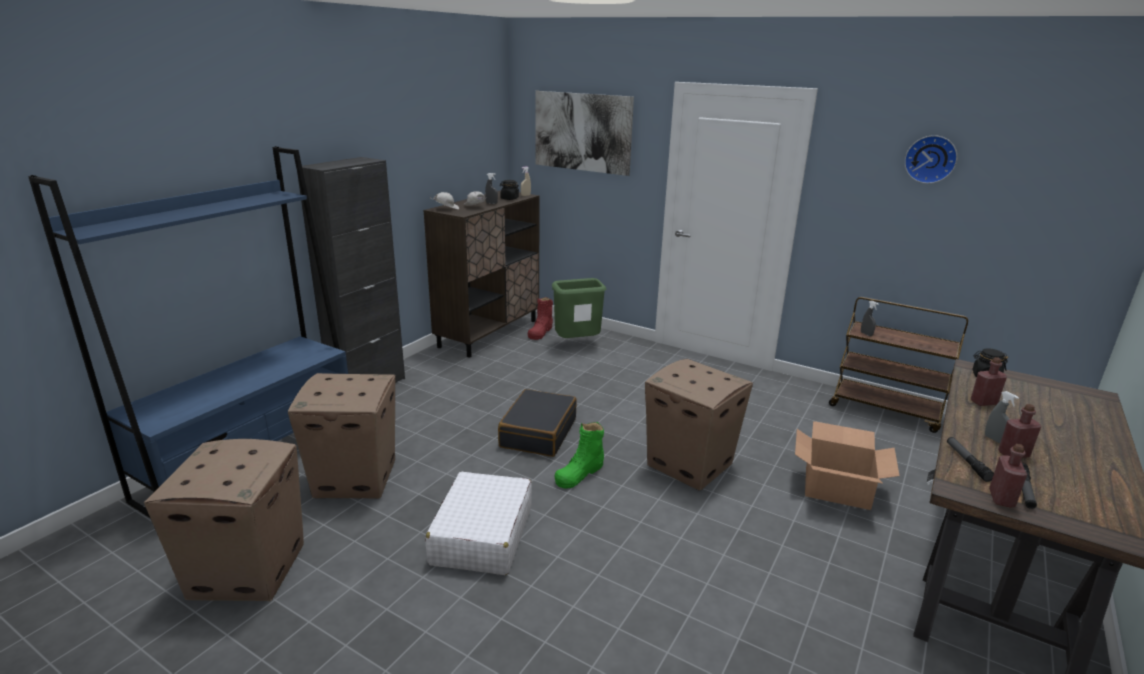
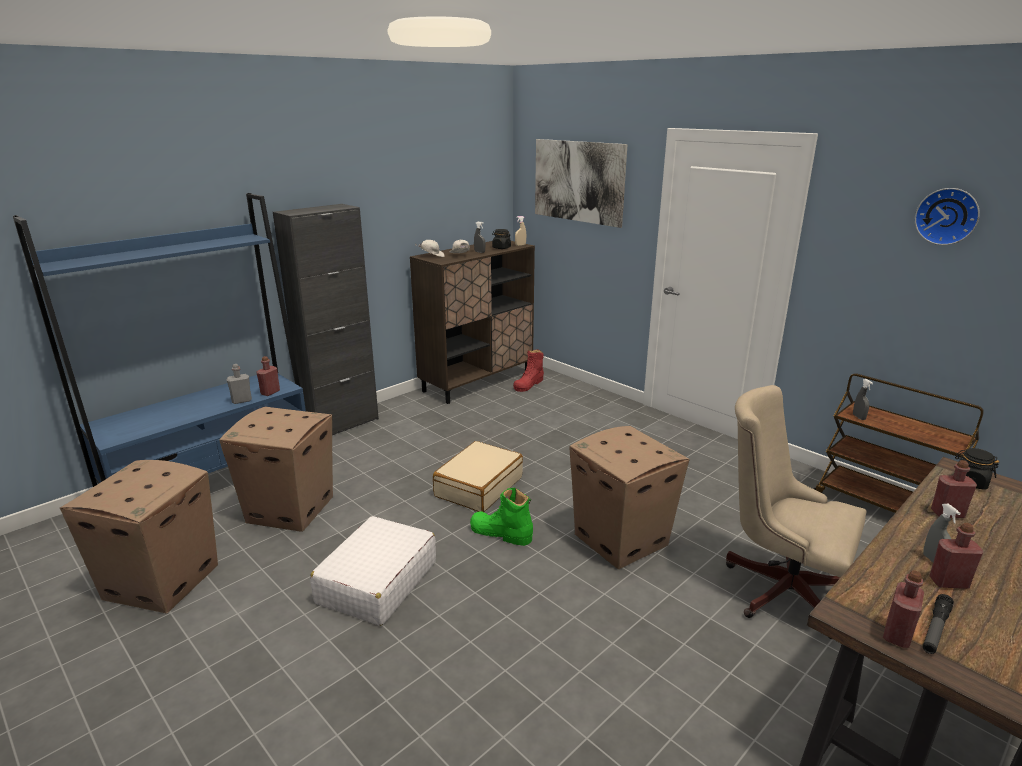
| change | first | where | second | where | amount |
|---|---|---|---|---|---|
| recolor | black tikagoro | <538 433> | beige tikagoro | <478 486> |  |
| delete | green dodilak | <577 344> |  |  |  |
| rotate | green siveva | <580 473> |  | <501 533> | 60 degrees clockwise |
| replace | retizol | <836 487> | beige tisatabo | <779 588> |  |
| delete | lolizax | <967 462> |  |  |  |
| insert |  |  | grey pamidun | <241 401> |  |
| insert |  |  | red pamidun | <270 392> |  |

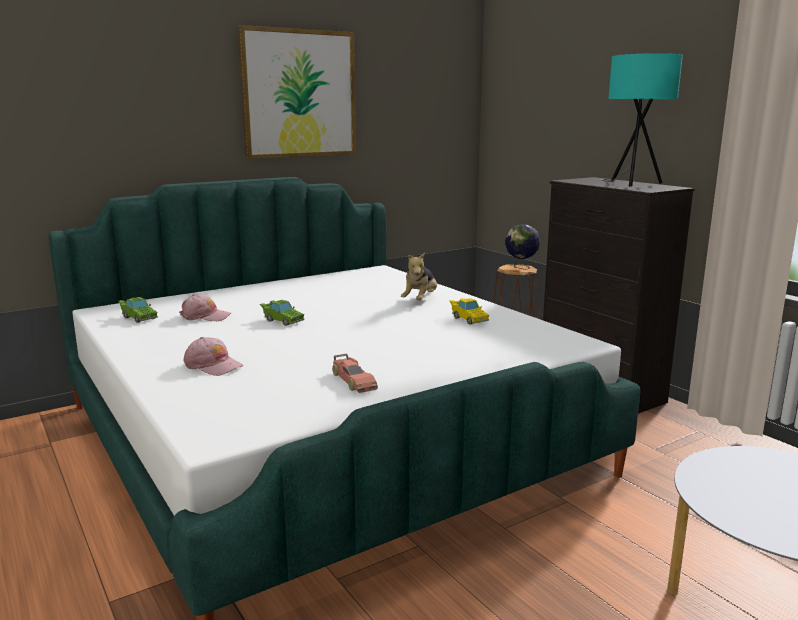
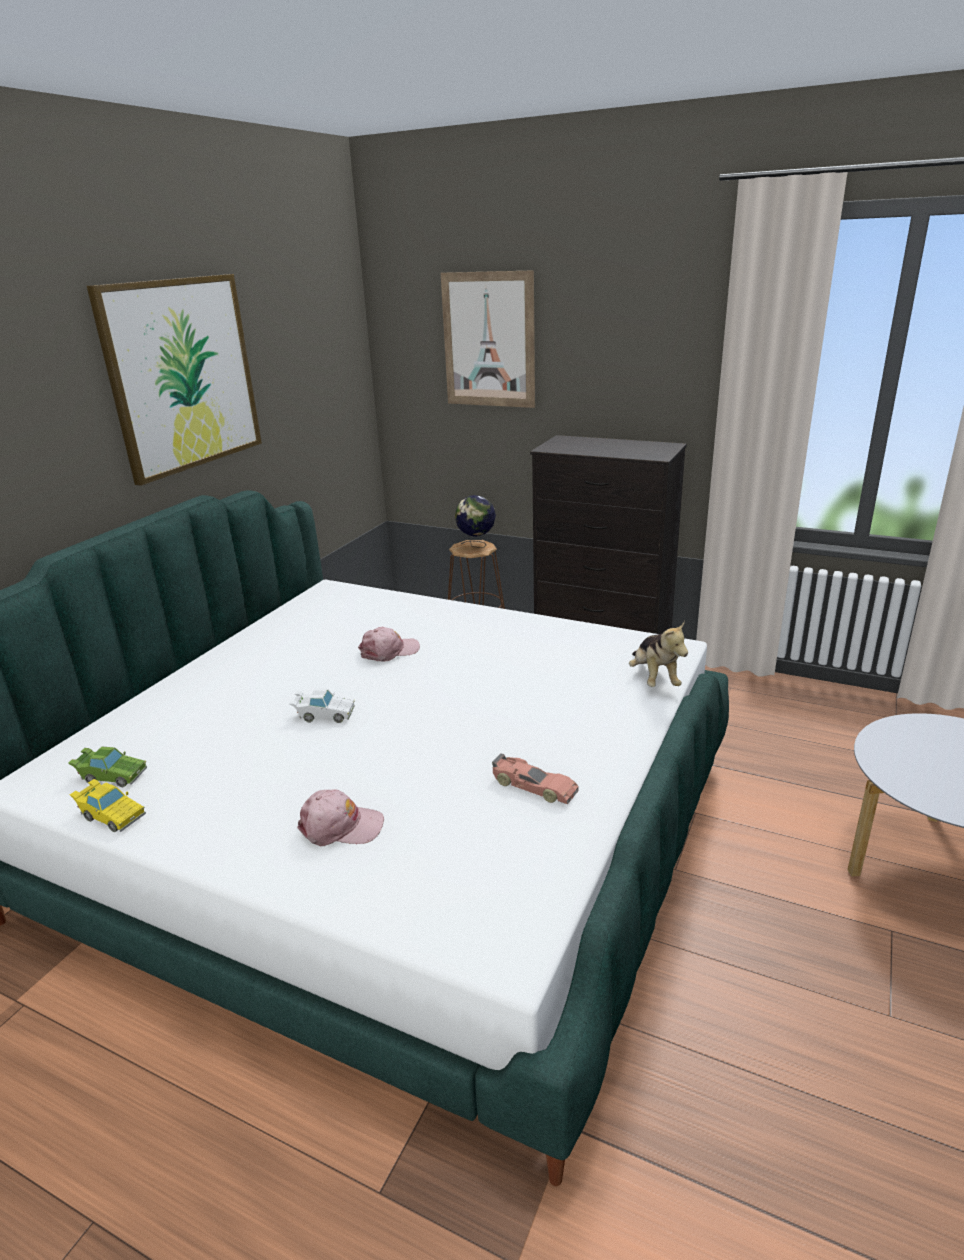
| change | first | where | second | where | amount |
|---|---|---|---|---|---|
| move | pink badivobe | <205 316> |  | <389 651> |  |
| recolor | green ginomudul | <282 320> | white ginomudul | <324 715> |  |
| move | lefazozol | <420 300> |  | <654 678> |  |
| move | yellow ginomudul | <468 319> |  | <111 816> |  |
| delete | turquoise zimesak | <632 184> |  |  |  |
| insert |  |  | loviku | <489 340> |  |

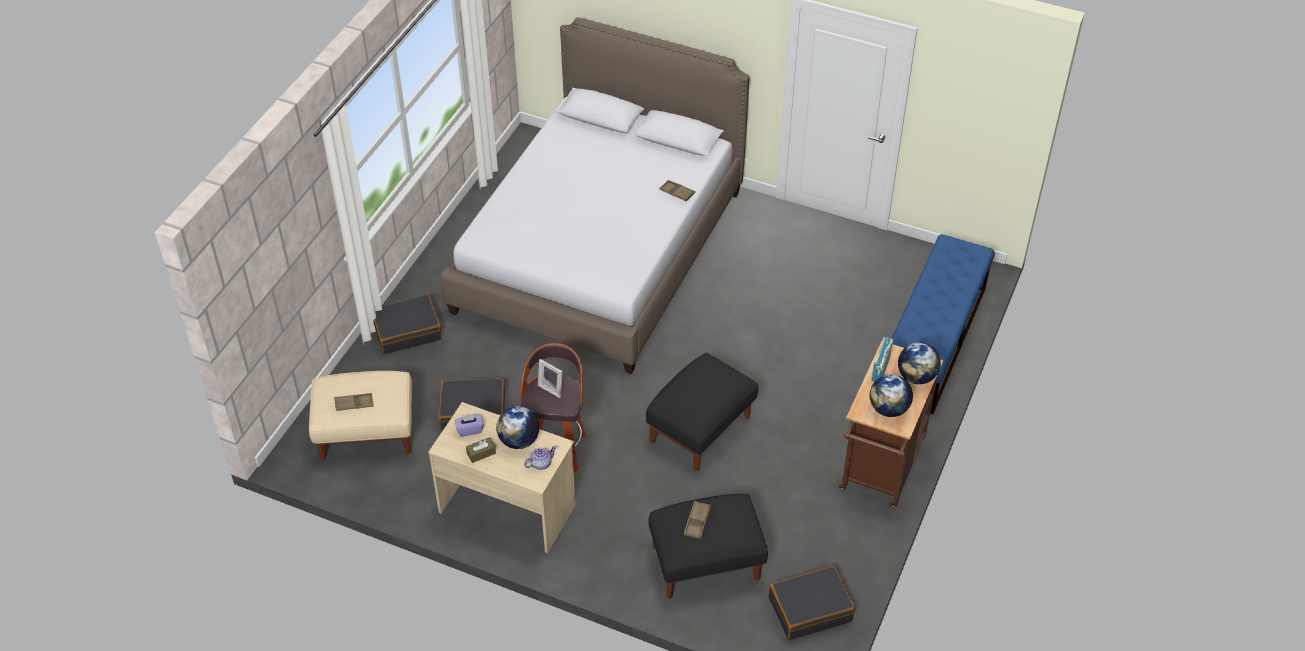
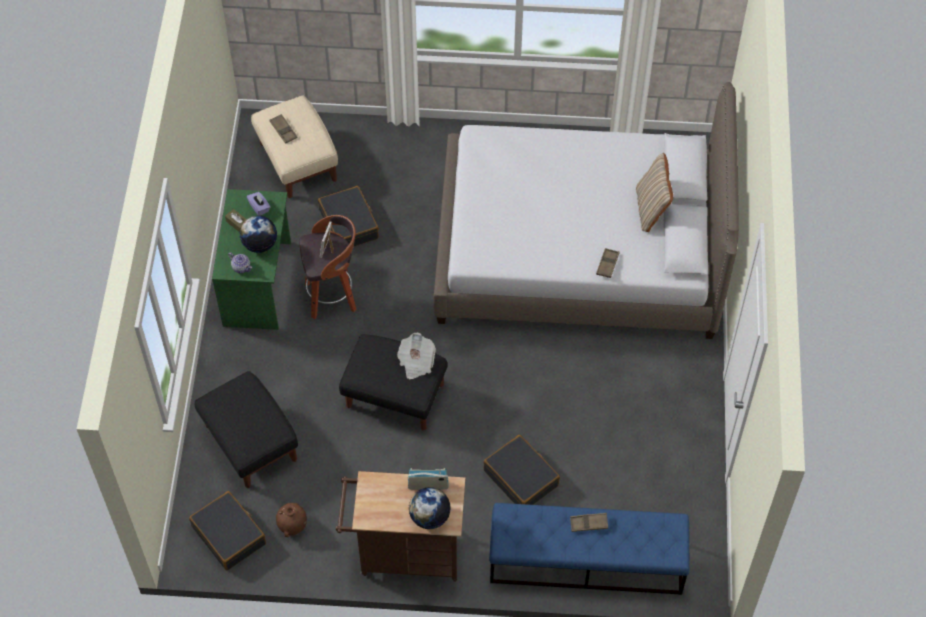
| change | first | where | second | where | amount |
|---|---|---|---|---|---|
| move | black tikagoro | <407 331> |  | <521 478> |  |
| recolor | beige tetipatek | <507 507> | green tetipatek | <258 283> |  |
| move | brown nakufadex | <697 522> |  | <588 523> |  |
| delete | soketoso | <888 409> |  |  |  |
| insert |  |  | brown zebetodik | <292 526> |  |
| insert |  |  | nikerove | <416 362> |  |
| insert |  |  | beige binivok | <651 209> |  |

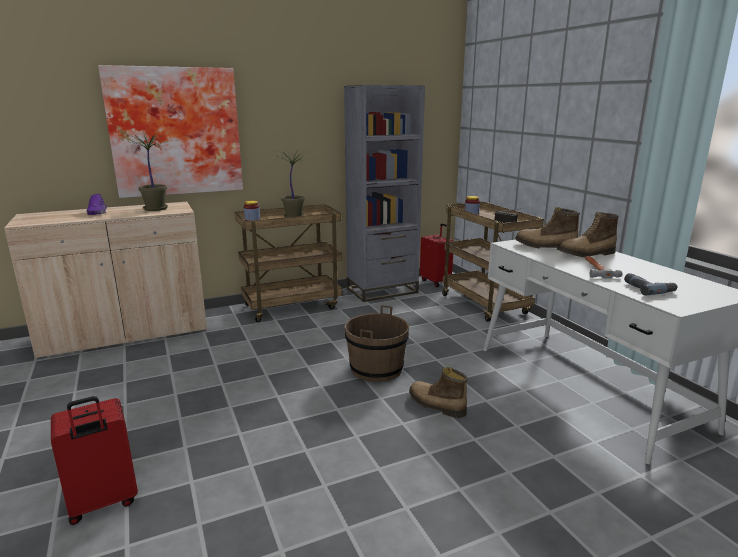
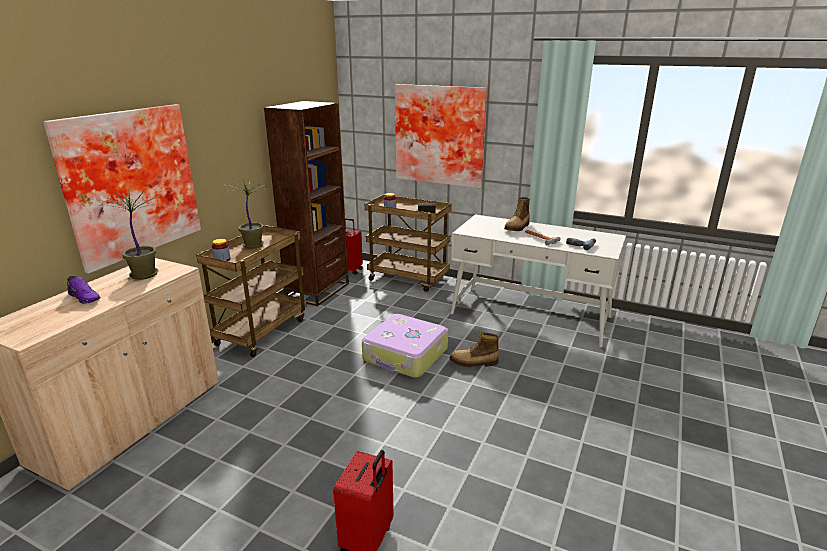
| change | first | where | second | where | amount |
|---|---|---|---|---|---|
| recolor | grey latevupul | <382 290> | brown latevupul | <317 291> |  |
| replace | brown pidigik | <376 369> | tikagoro | <405 355> |  |
| delete | siveva | <544 246> |  |  |  |
| insert |  |  | loviku | <440 135> |  |

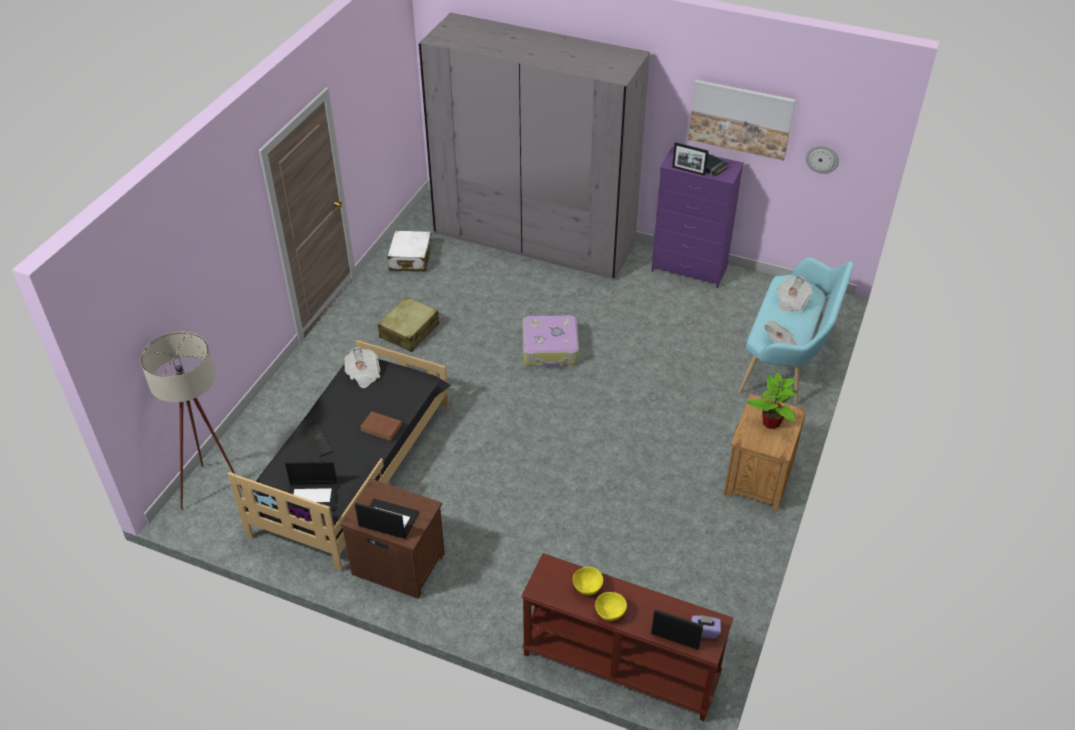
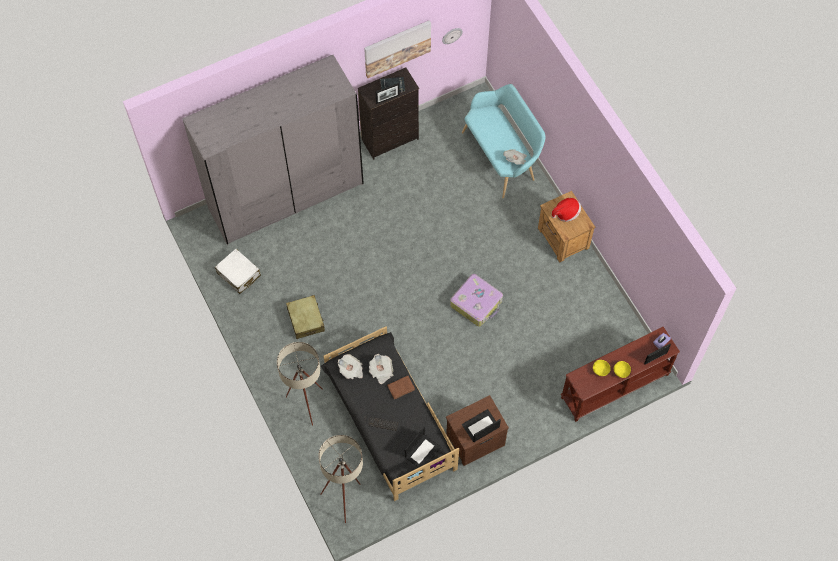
| change | first | where | second | where | amount |
|---|---|---|---|---|---|
| move | tikagoro | <550 348> |  | <476 303> |  |
| recolor | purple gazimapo | <689 269> | black gazimapo | <390 139> |  |
| replace | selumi | <770 423> | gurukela | <566 213> |  |
| move | nikerove | <791 301> |  | <381 371> |  |
| insert |  |  | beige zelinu | <307 408> |  |

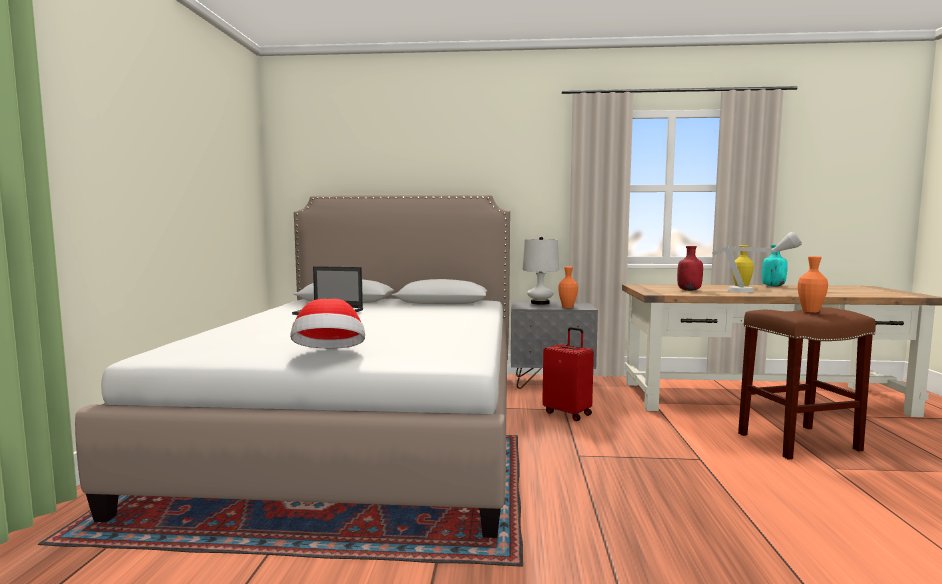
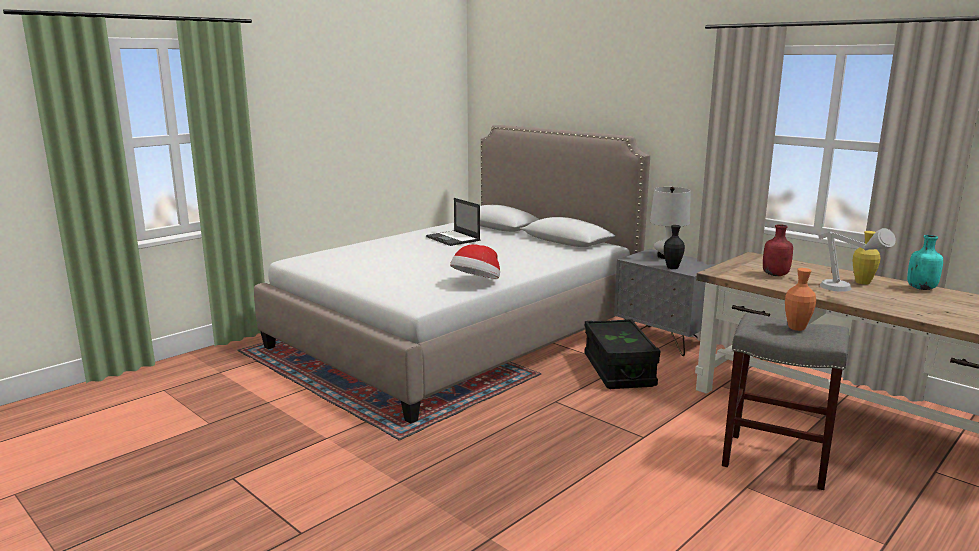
| change | first | where | second | where | amount |
|---|---|---|---|---|---|
| move | gurukela | <330 355> |  | <476 282> |  |
| replace | red tikagoro | <568 413> | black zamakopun | <618 370> |  |
| recolor | orange zebetodik | <567 307> | black zebetodik | <672 268> |  |
| recolor | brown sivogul | <797 442> | grey sivogul | <773 460> |  |

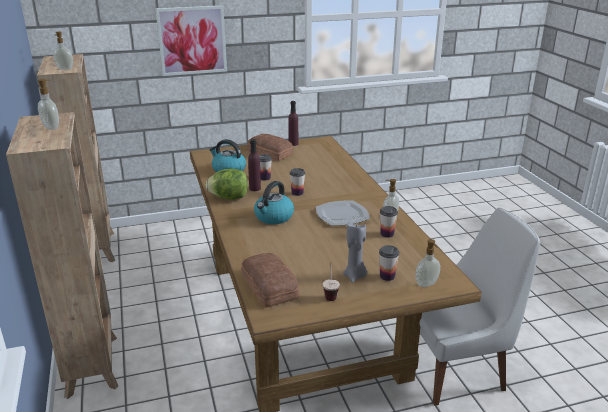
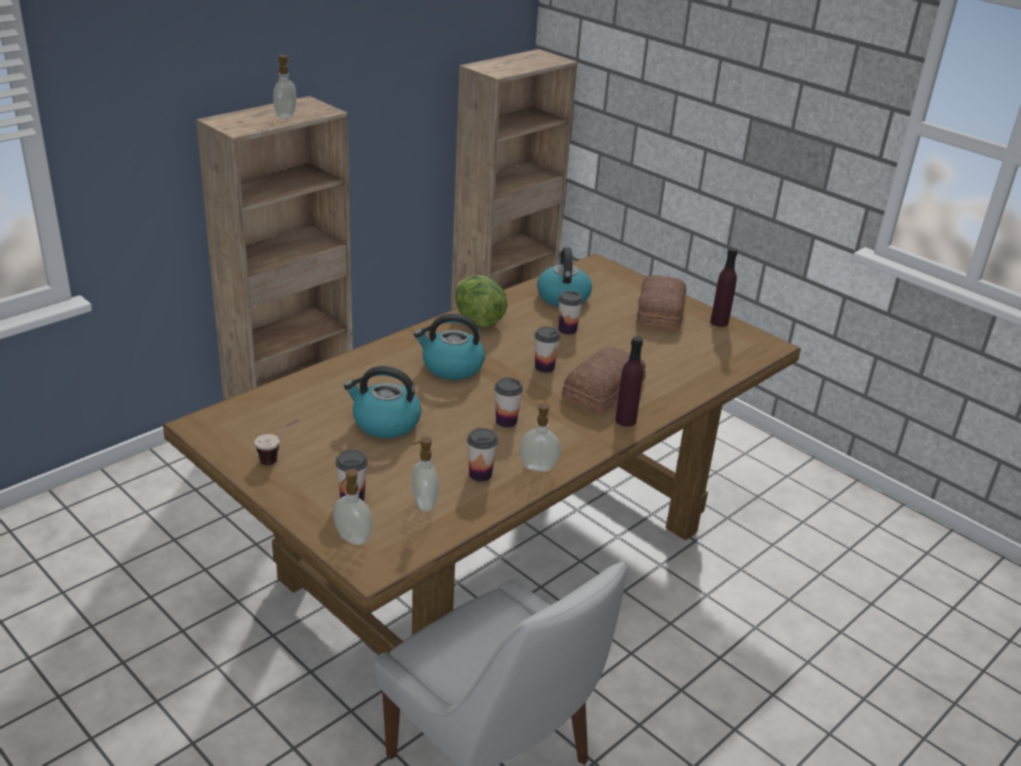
| change | first | where | second | where | amount |
|---|---|---|---|---|---|
| move | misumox | <65 69> |  | <423 503> |  |
| delete | loviku | <192 40> |  |  |  |
| move | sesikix | <270 285> |  | <605 390> |  |
| move | purple pamidun | <255 188> |  | <625 420> |  |
| replace | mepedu | <342 215> | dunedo | <506 421> |  |
| delete | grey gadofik | <355 276> |  |  |  |
| insert |  |  | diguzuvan | <385 423> |  |

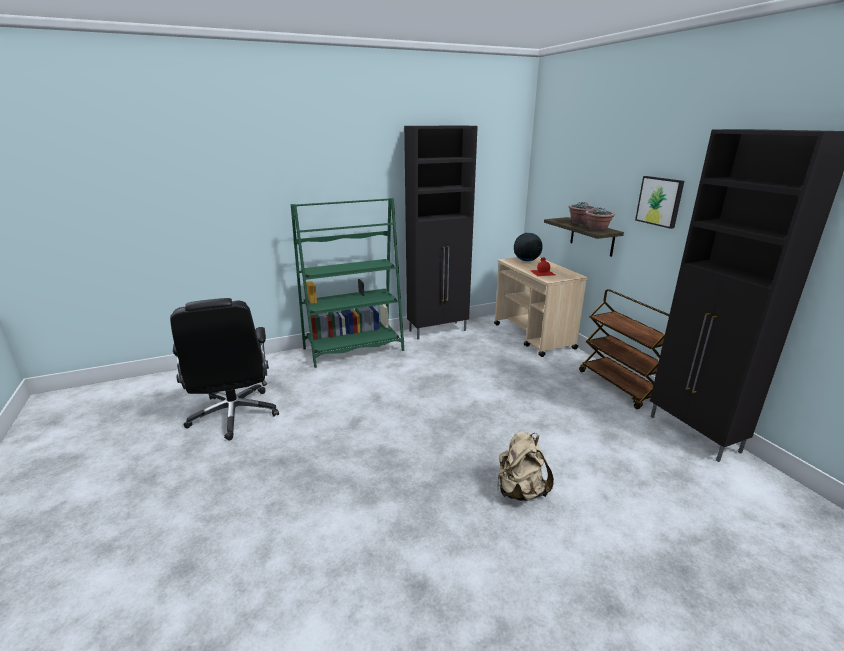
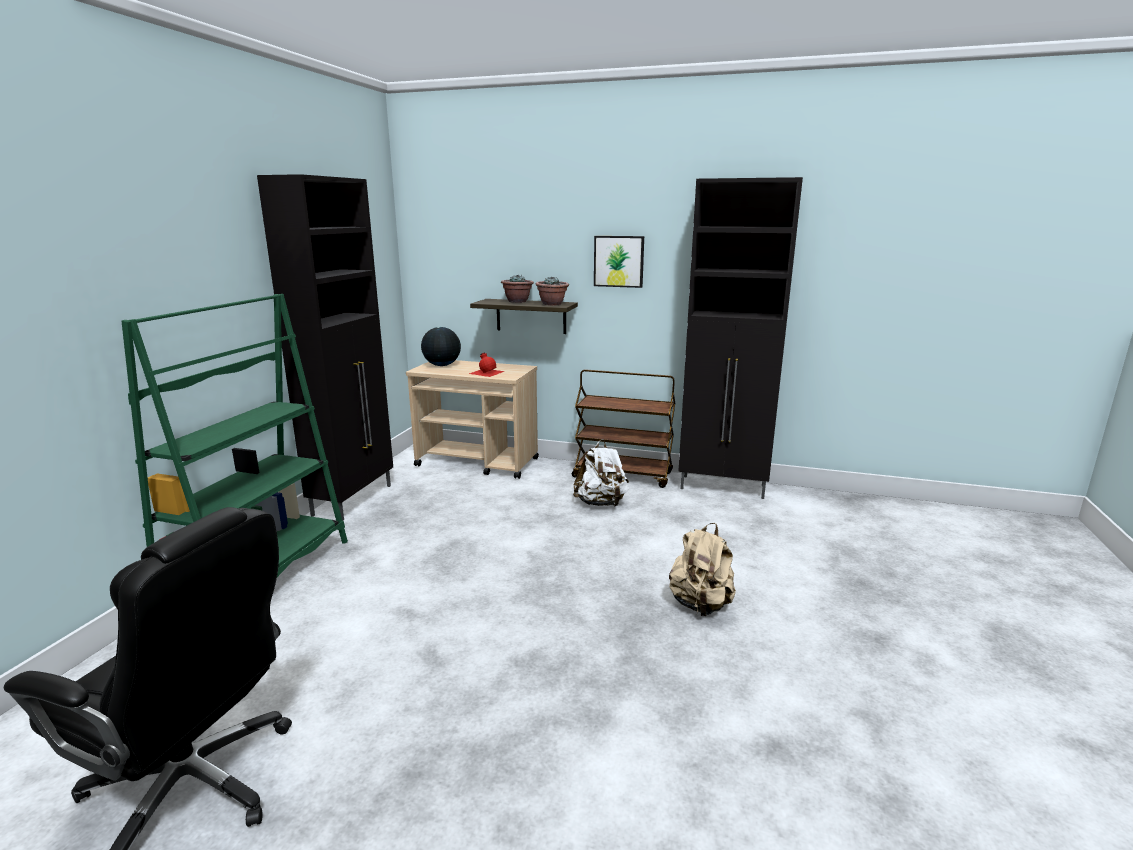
| change | first | where | second | where | amount |
|---|---|---|---|---|---|
| insert |  |  | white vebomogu | <601 503> |  |

